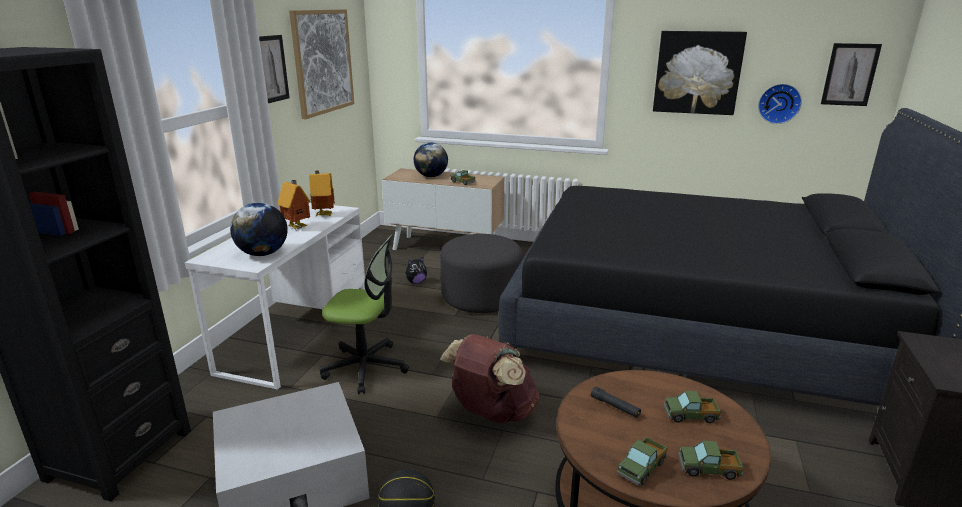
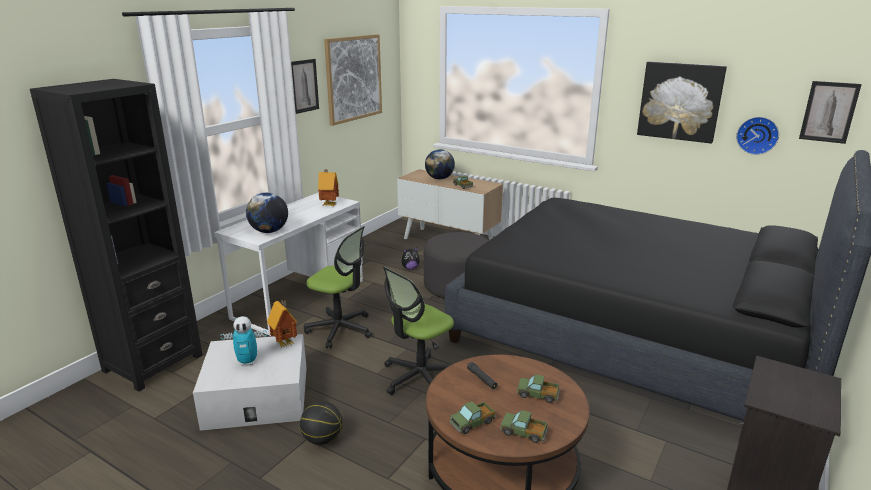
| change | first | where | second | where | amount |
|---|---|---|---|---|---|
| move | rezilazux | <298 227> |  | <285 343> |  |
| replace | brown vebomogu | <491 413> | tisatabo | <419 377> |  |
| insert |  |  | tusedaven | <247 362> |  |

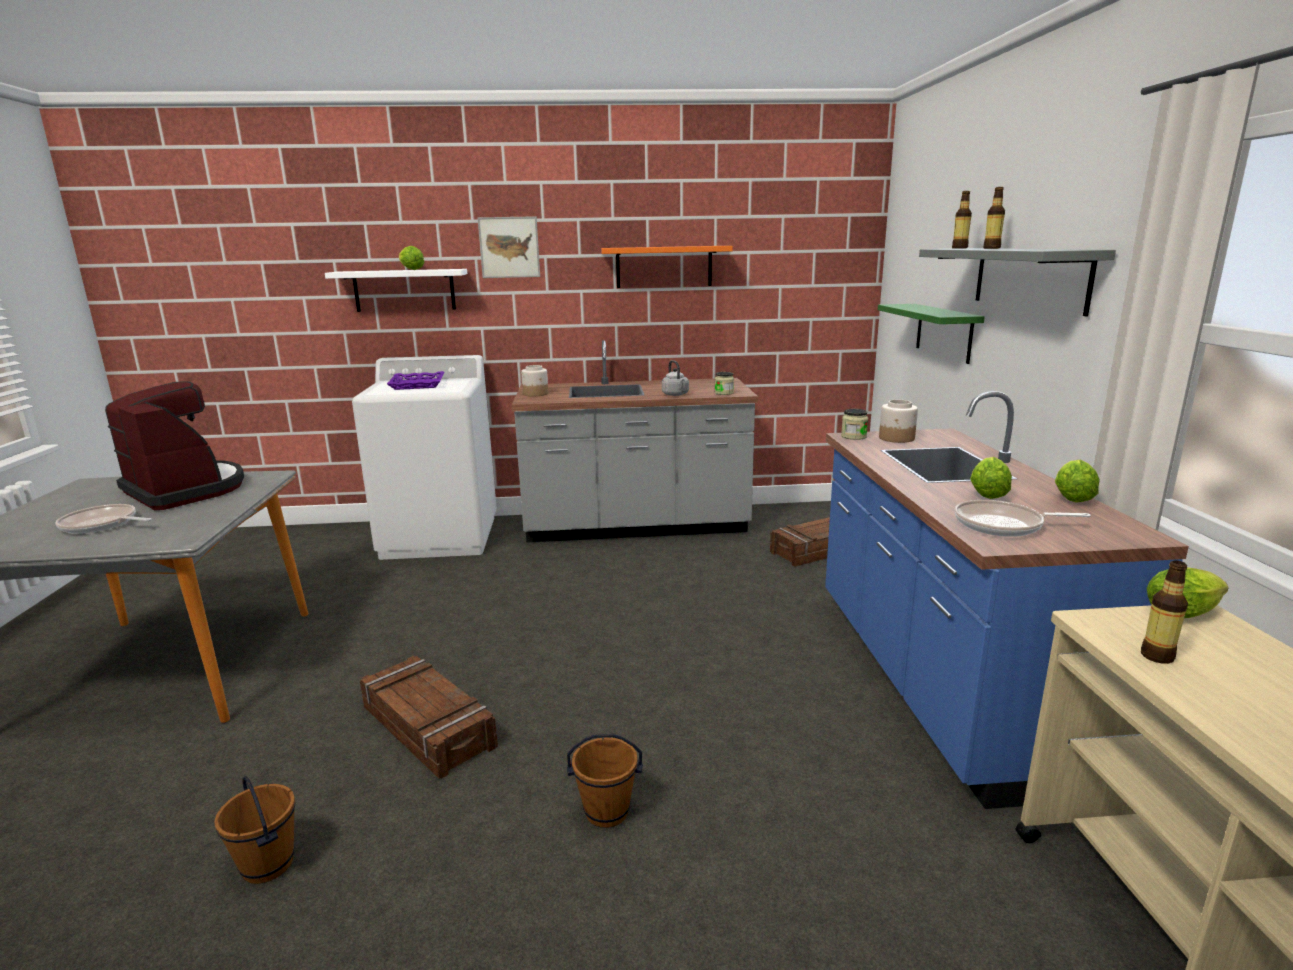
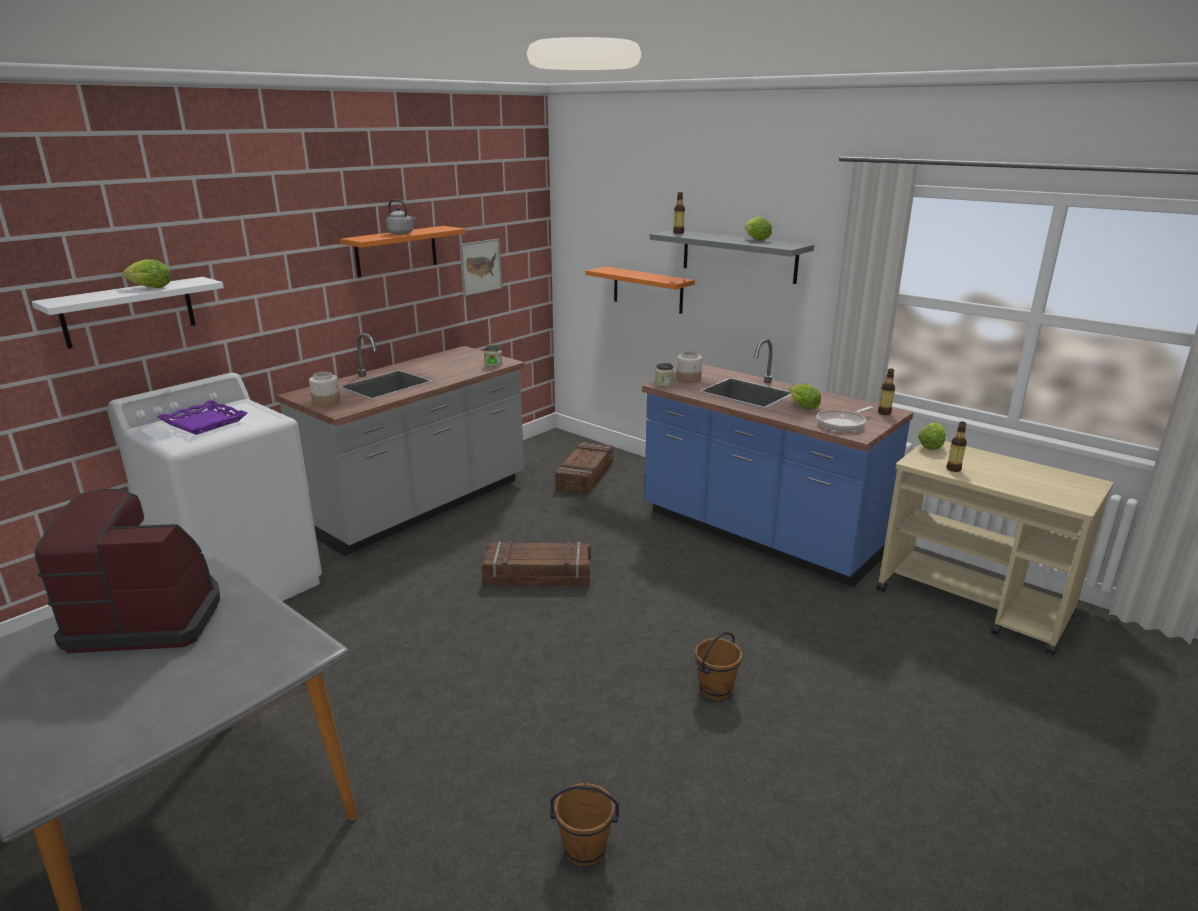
| change | first | where | second | where | amount |
|---|---|---|---|---|---|
| delete | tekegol | <102 525> |  |  |  |
| move | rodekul | <427 727> |  | <538 575> |  |
| move | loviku | <509 247> |  | <480 266> |  |
| move | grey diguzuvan | <676 394> |  | <402 233> |  |
| recolor | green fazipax | <944 332> | orange fazipax | <647 290> |  |
| move | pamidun | <991 248> |  | <884 413> |  |
| move | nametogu | <1072 497> |  | <755 239> |  |

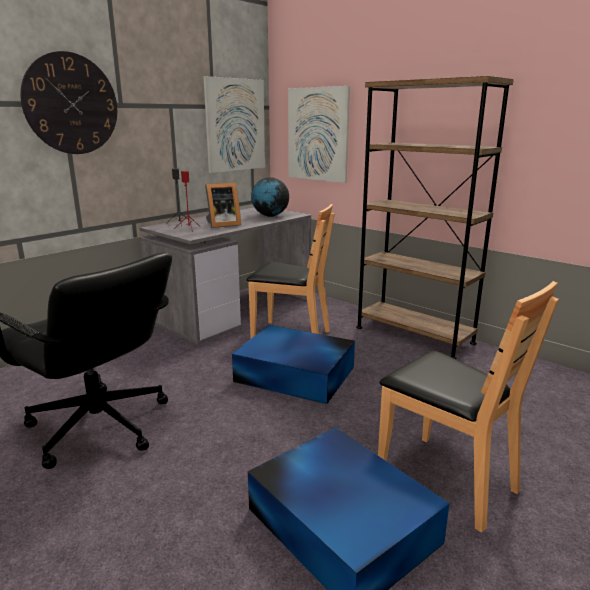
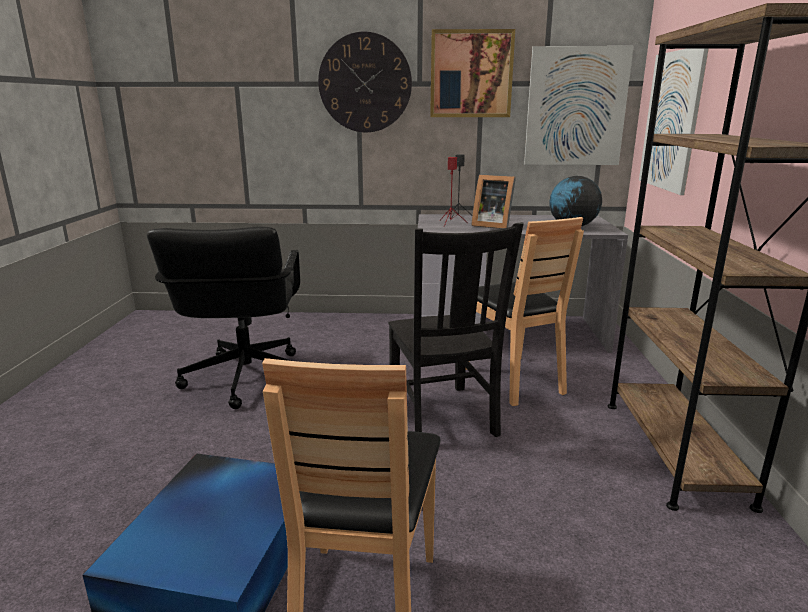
| change | first | where | second | where | amount |
|---|---|---|---|---|---|
| replace | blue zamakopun | <296 375> | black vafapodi | <442 418> |  |
| insert |  |  | loviku | <471 74> |  |

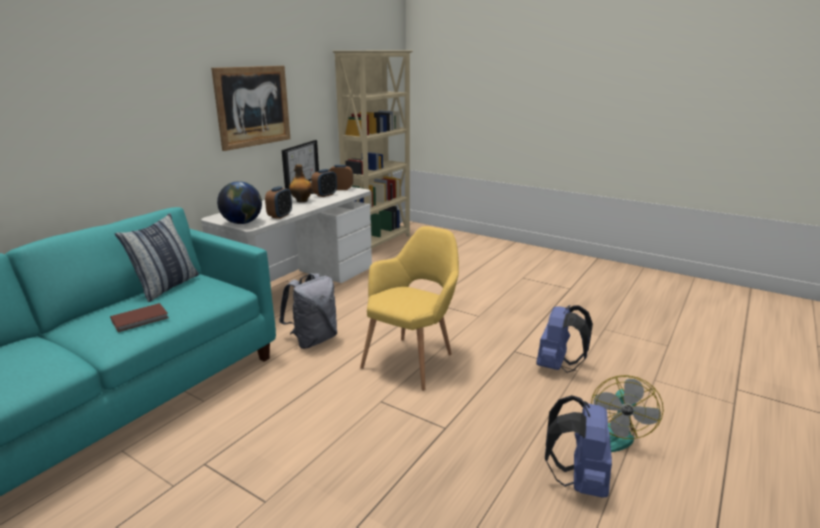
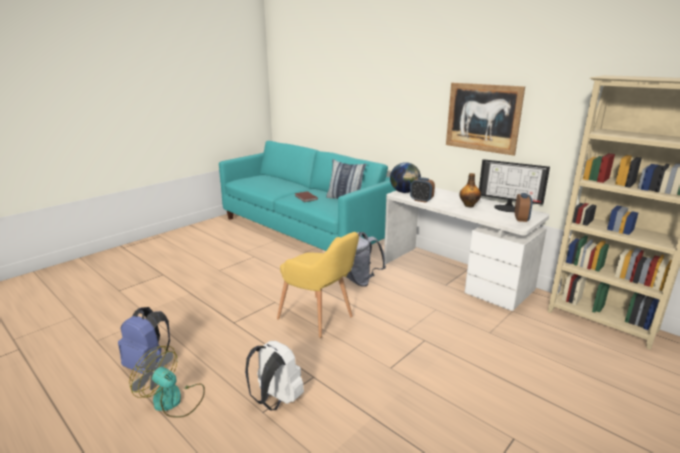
| change | first | where | second | where | amount |
|---|---|---|---|---|---|
| delete | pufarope | <325 195> |  |  |  |
| recolor | blue vebomogu | <558 366> | white vebomogu | <276 400> |  |

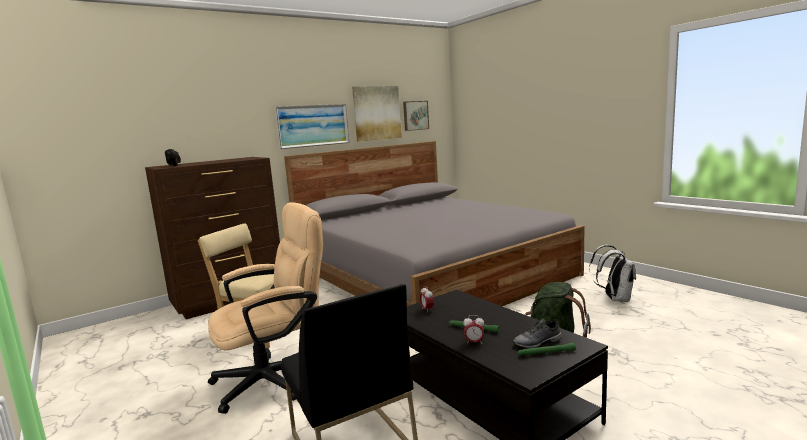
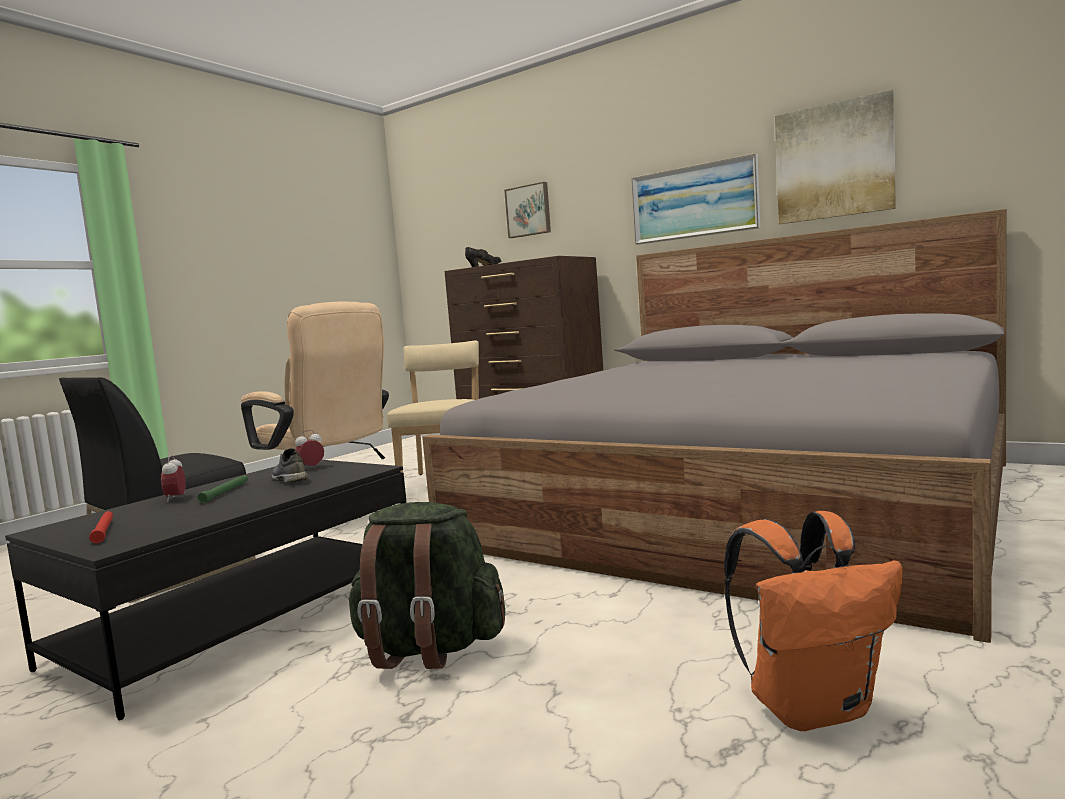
| change | first | where | second | where | amount |
|---|---|---|---|---|---|
| move | loviku | <415 115> |  | <529 210> |  |
| move | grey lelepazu | <537 343> |  | <288 479> |  |
| recolor | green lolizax | <545 353> | red lolizax | <104 531> |  |
| recolor | white vebomogu | <615 299> | orange vebomogu | <812 707> |  |

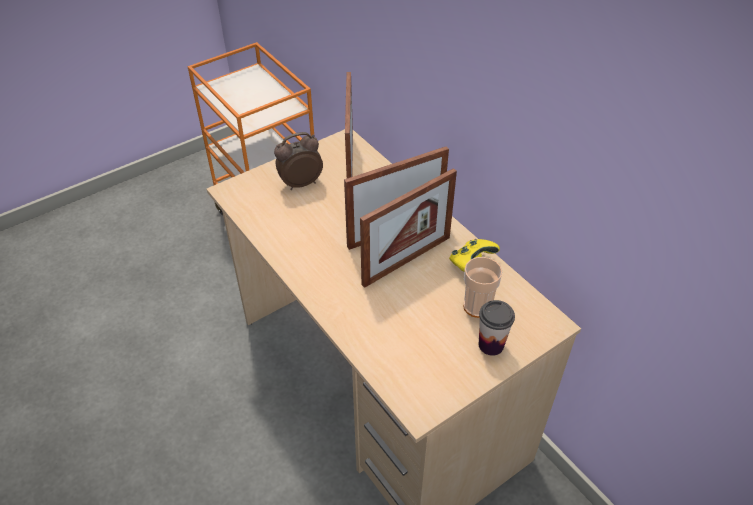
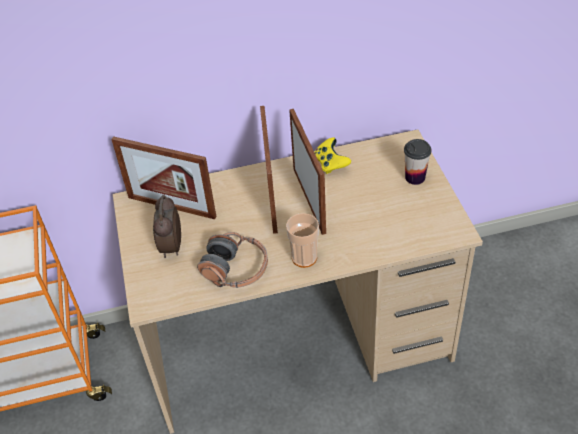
| change | first | where | second | where | amount |
|---|---|---|---|---|---|
| move | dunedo | <477 306> |  | <304 258> |  |
| insert |  |  | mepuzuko | <235 269> |  |

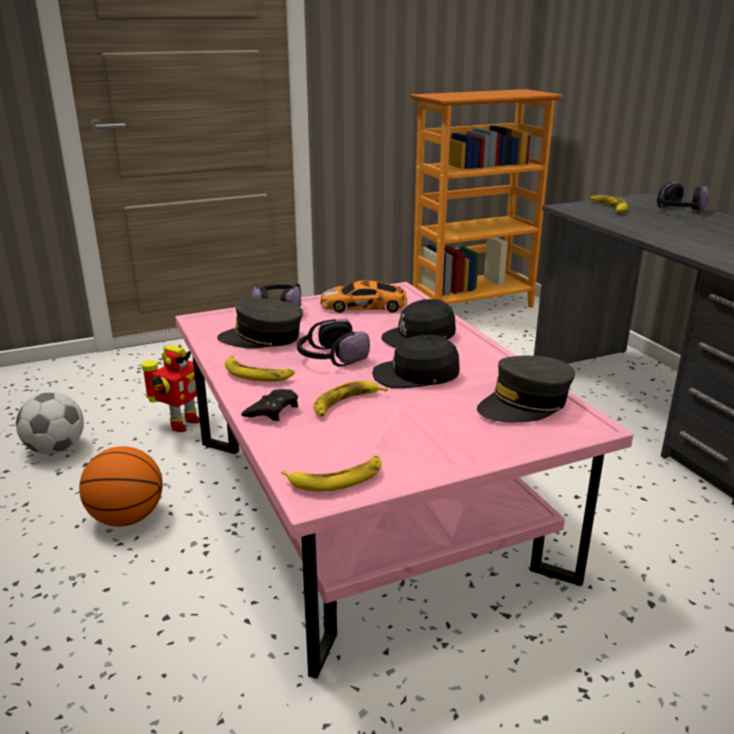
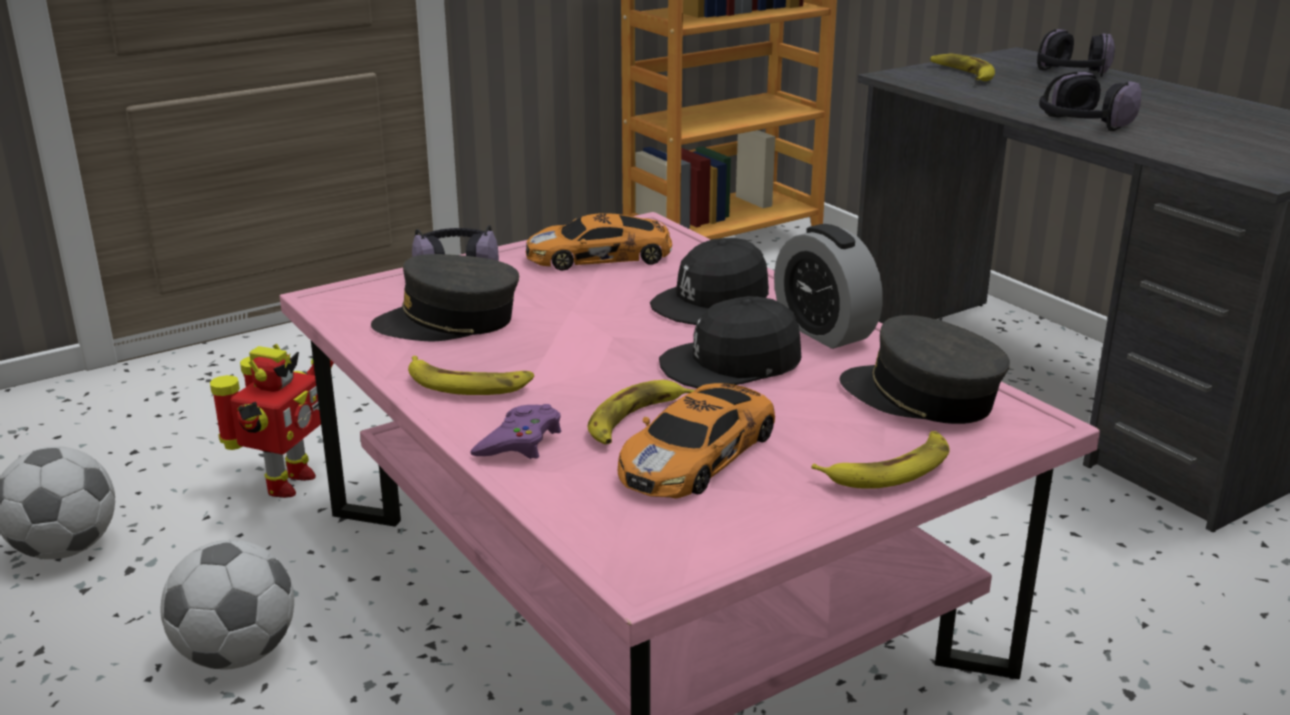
| change | first | where | second | where | amount |
|---|---|---|---|---|---|
| replace | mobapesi | <127 518> | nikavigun | <236 654> |  |
| recolor | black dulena | <272 410> | purple dulena | <519 442> |  |
| move | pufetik | <336 478> |  | <889 469> |  |
| move | mepuzuko | <330 358> |  | <1081 125> |  |
| rotate | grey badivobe | <525 404> |  | <921 397> | 75 degrees clockwise |
| insert |  |  | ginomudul | <699 454> |  |
| insert |  |  | pufarope | <824 331> |  |

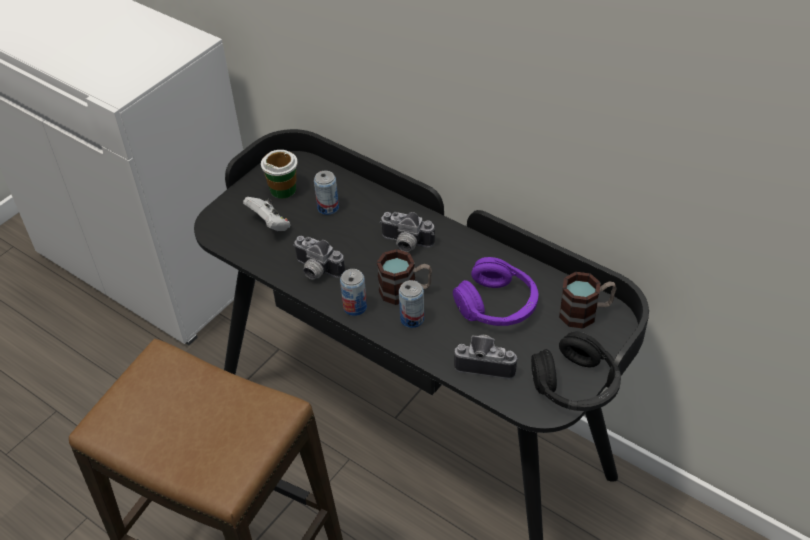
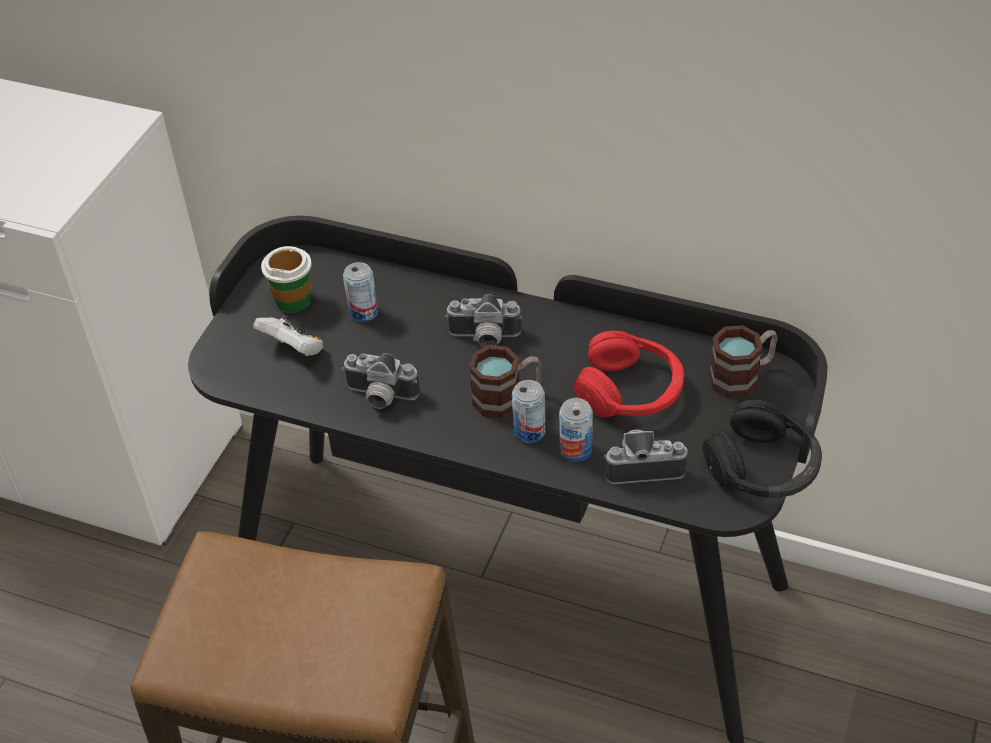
| change | first | where | second | where | amount |
|---|---|---|---|---|---|
| move | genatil | <355 307> |  | <576 450> |  |
| recolor | purple mepuzuko | <497 305> | red mepuzuko | <630 391> |  |

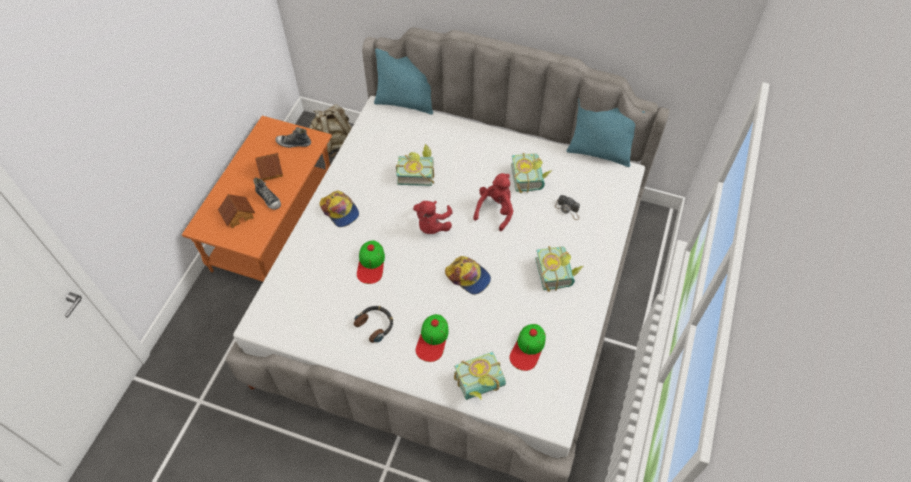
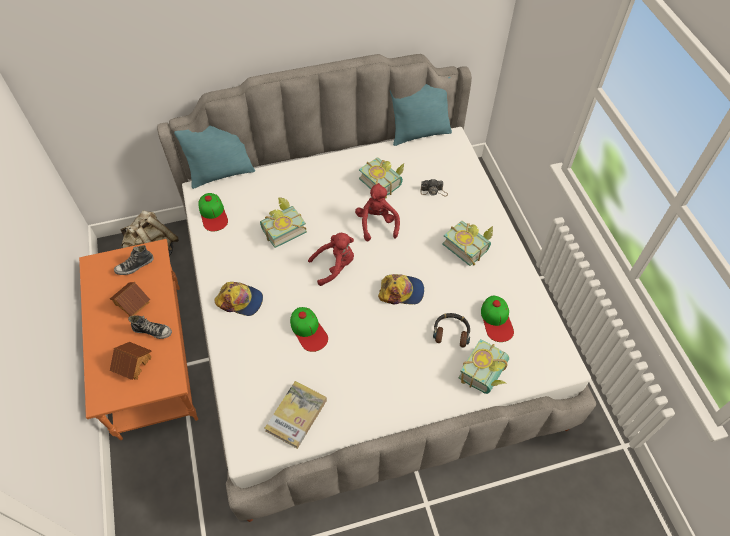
| change | first | where | second | where | amount |
|---|---|---|---|---|---|
| move | mepuzuko | <375 325> |  | <451 332> |  |
| rotate | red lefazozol | <432 226> |  | <335 266> | 90 degrees counterclockwise |
| move | badivobe | <432 339> |  | <213 214> |  |
| insert |  |  | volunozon | <296 415> |  |

